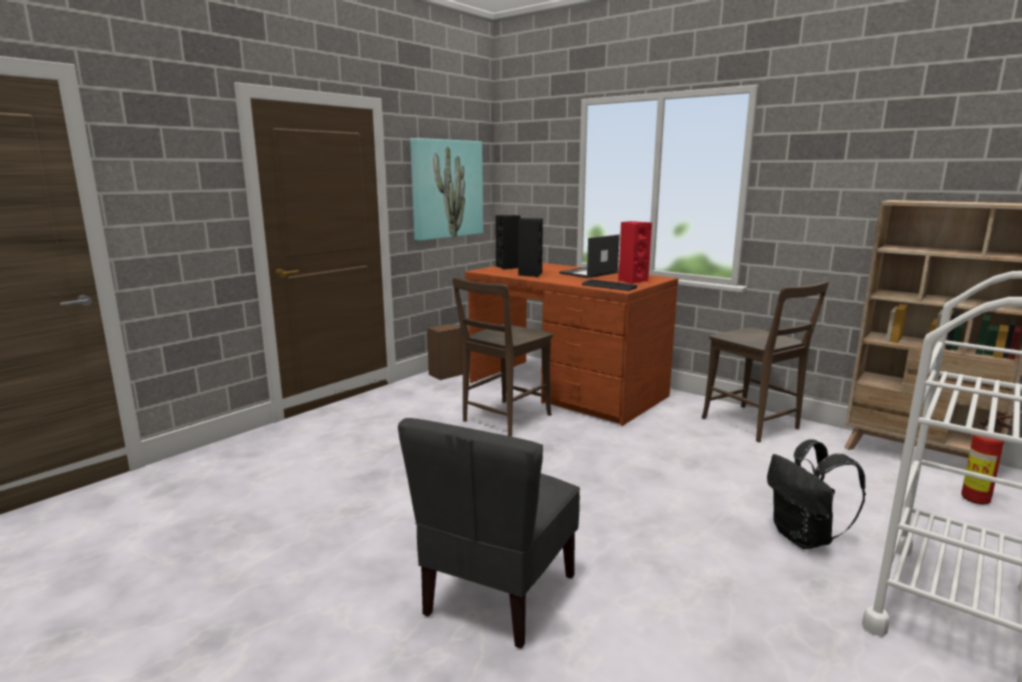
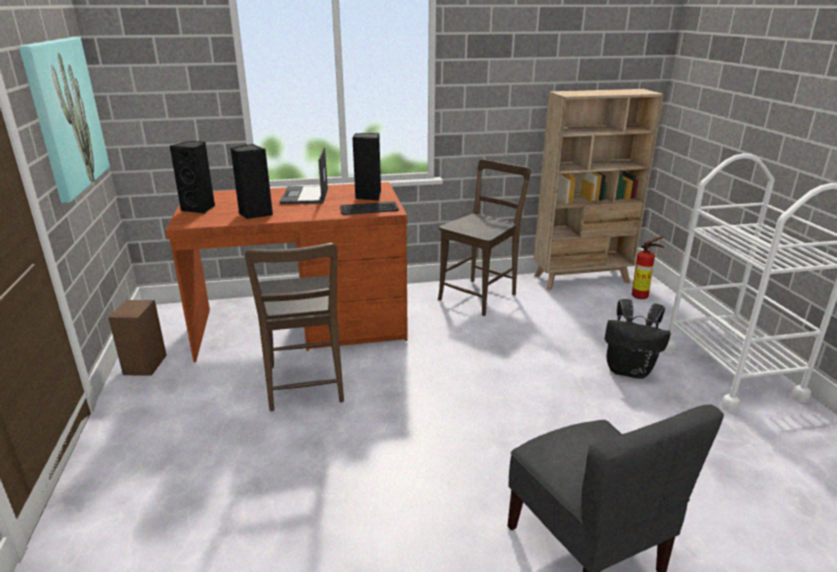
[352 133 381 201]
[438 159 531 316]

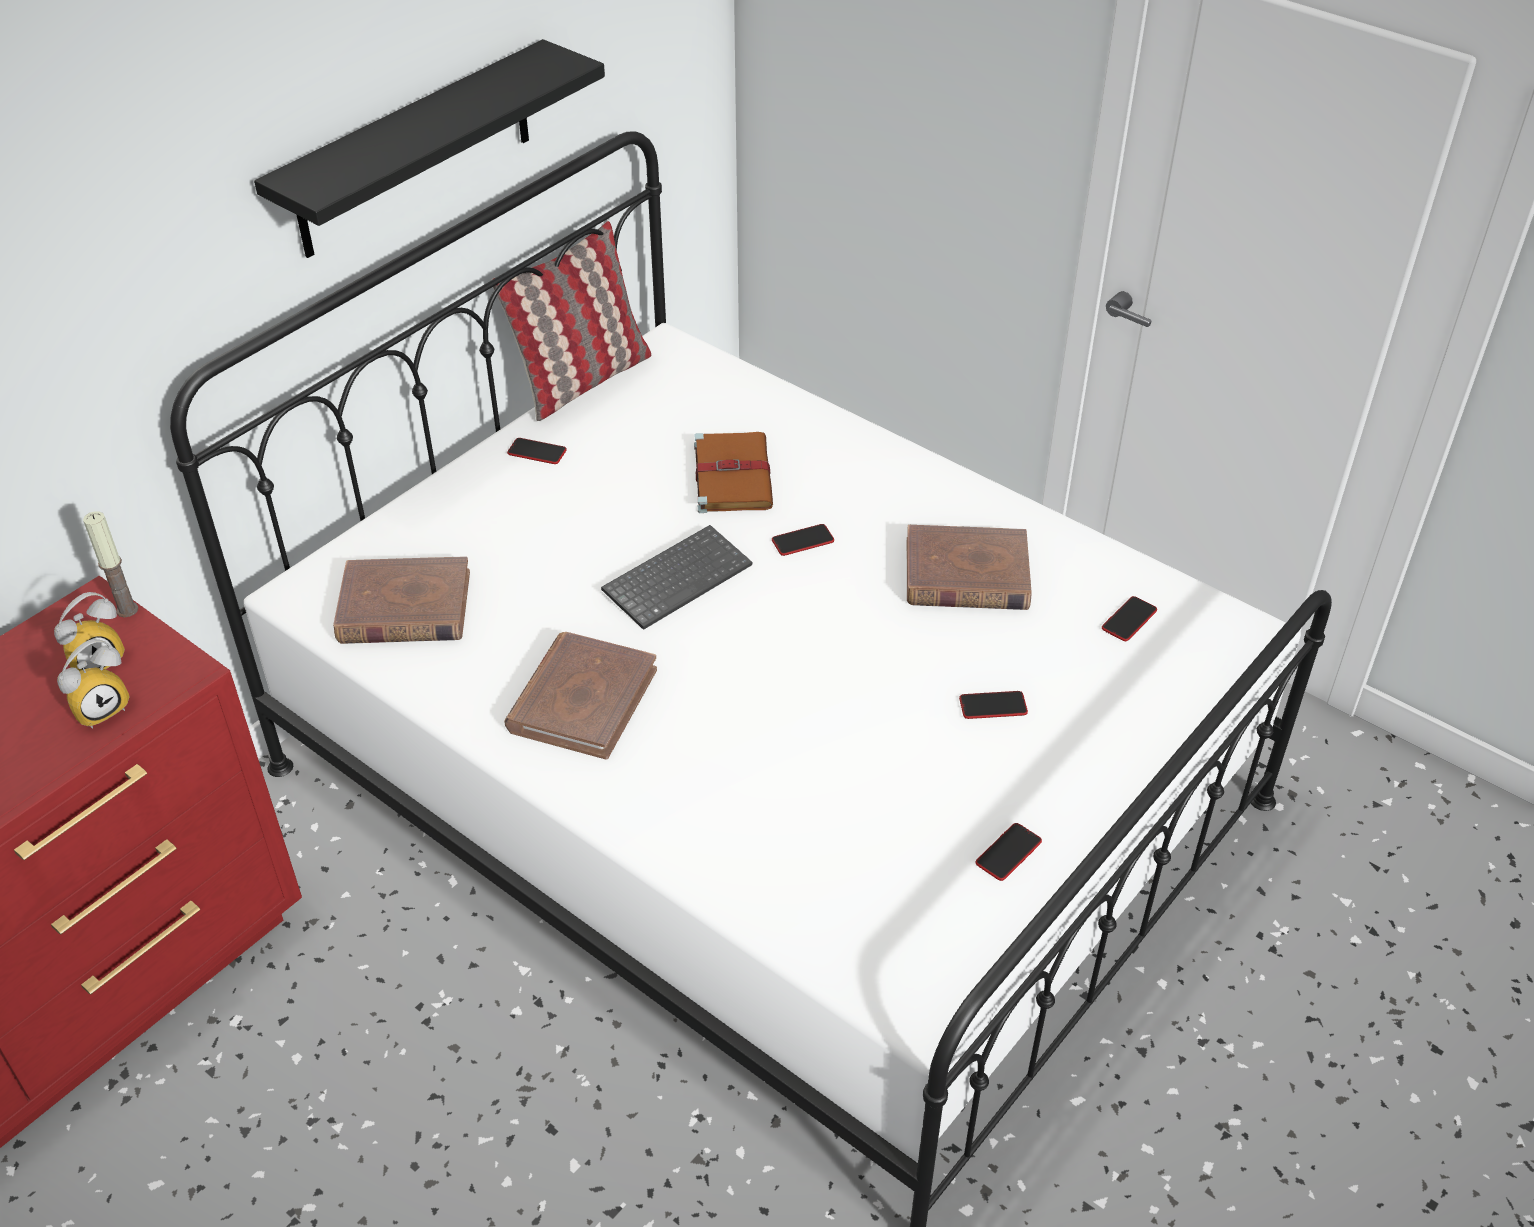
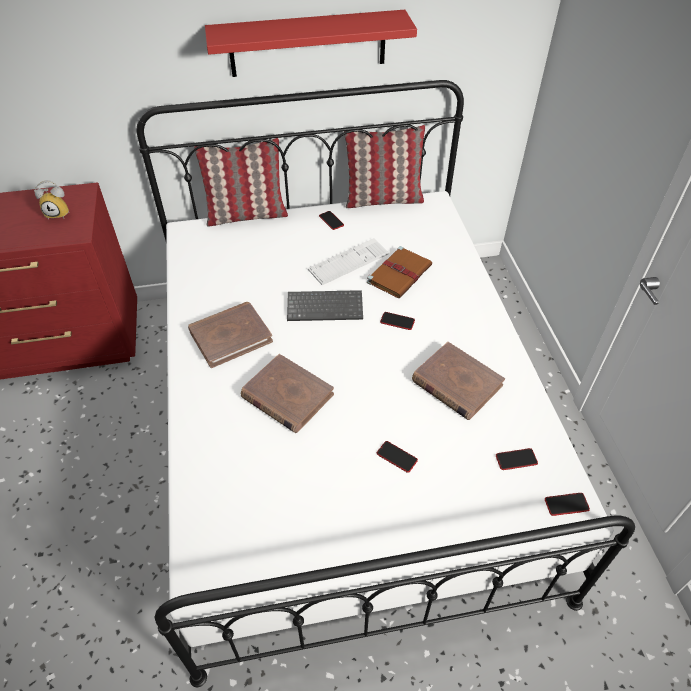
[194 138 288 227]
[205 10 417 77]
[241 354 334 433]
[308 238 389 285]
[545 493 590 516]
[57 639 130 729] (first image)
[83 511 138 617] (first image)

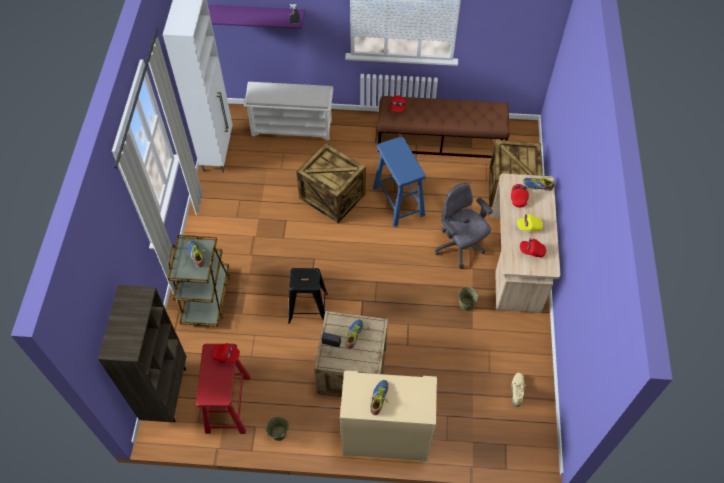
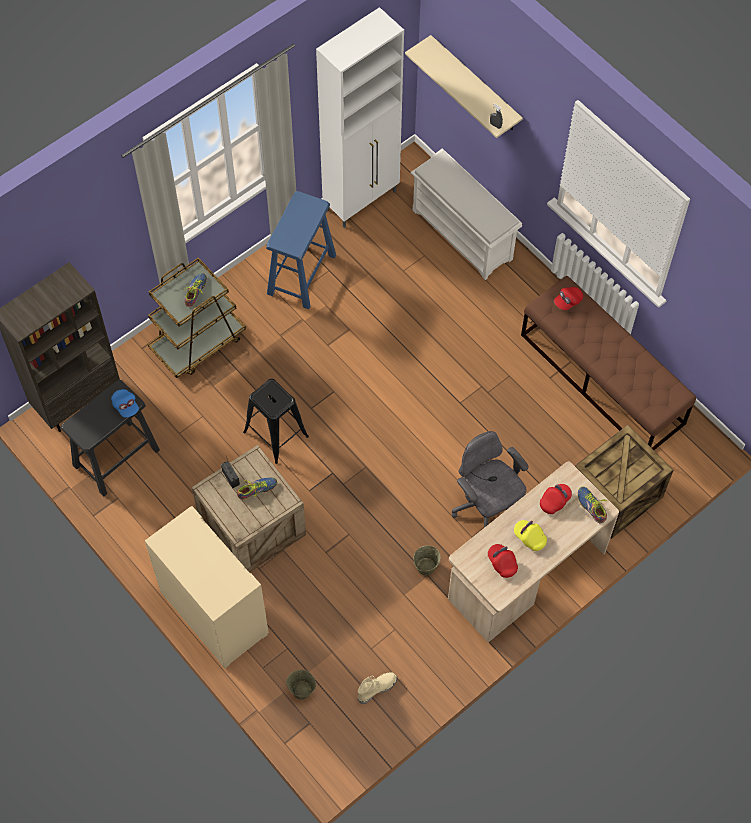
[60 380 160 496]
[111 389 139 417]
[266 191 336 309]
[286 669 316 700]
[405 35 523 138]
[451 431 529 528]
[296 143 366 223] (first image)
[370 380 388 415] (first image)

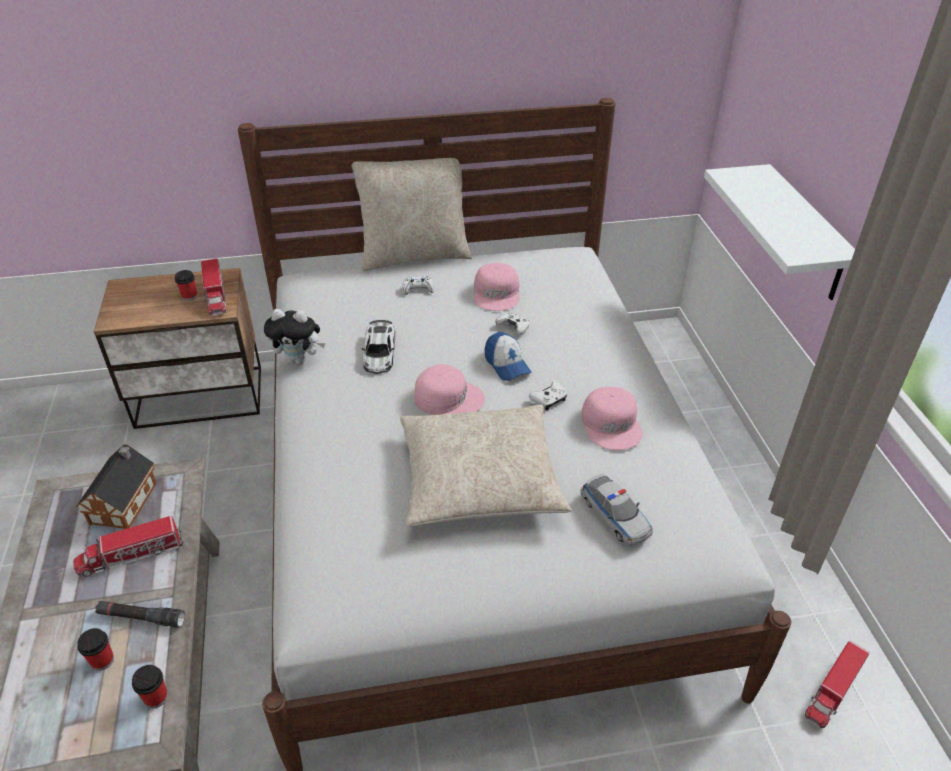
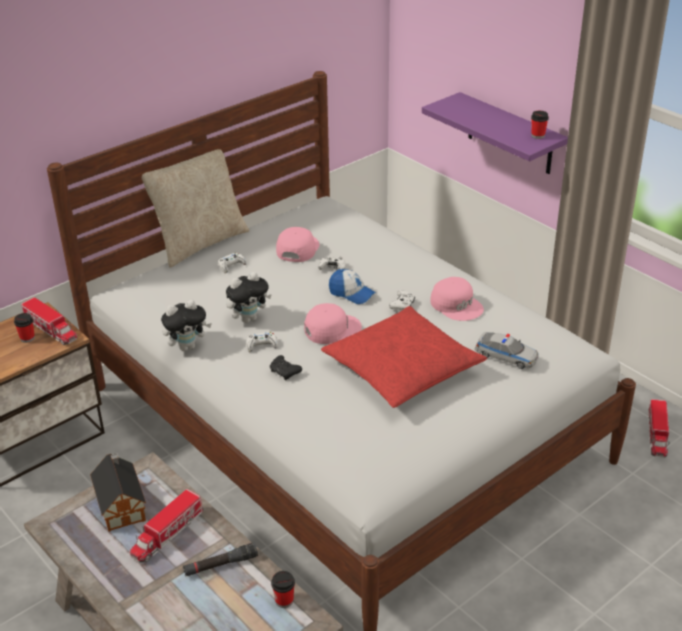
[226 272 272 323]
[247 332 278 352]
[269 355 302 380]
[276 227 320 262]
[321 306 487 408]
[422 92 568 174]
[531 111 549 139]

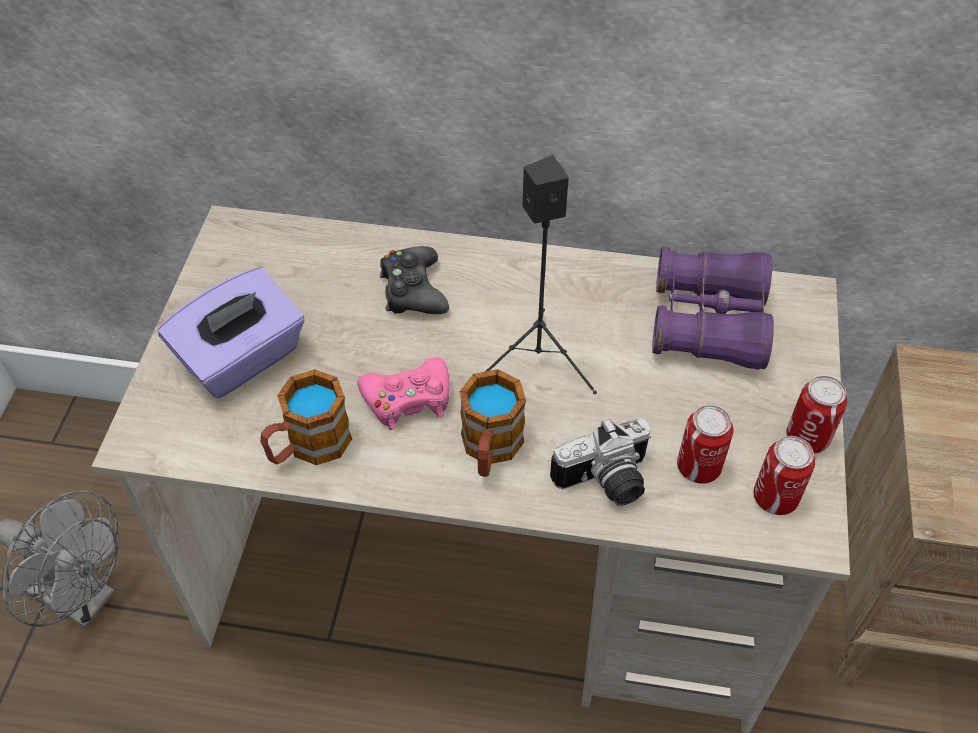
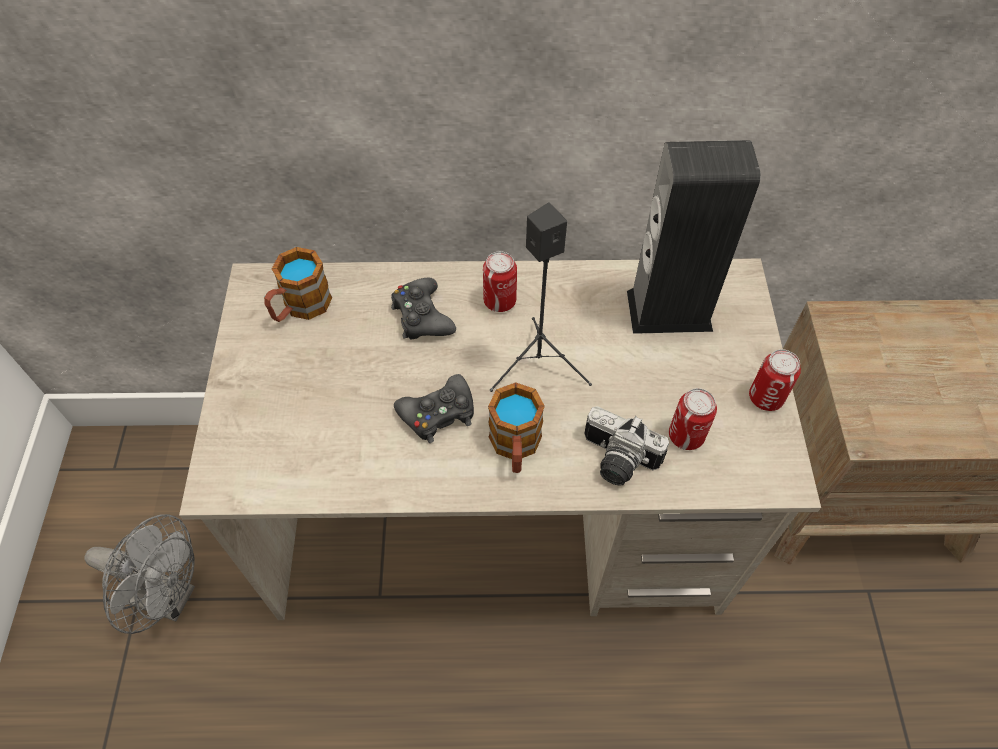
[264 247 332 322]
[394 374 474 443]
[483 251 517 312]
[584 406 669 486]
[627 140 761 334]
[158 268 305 398] (first image)

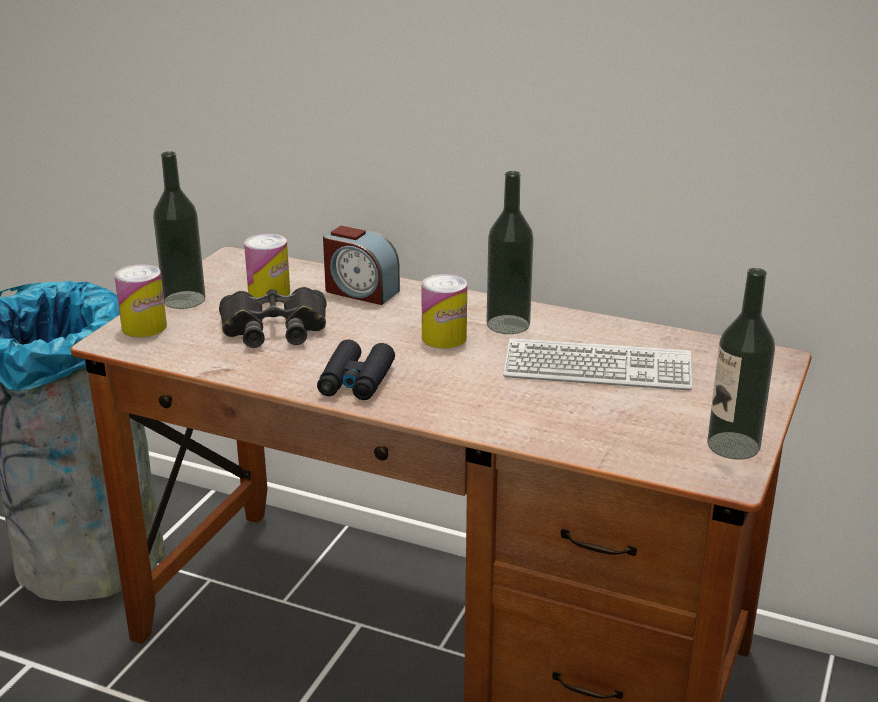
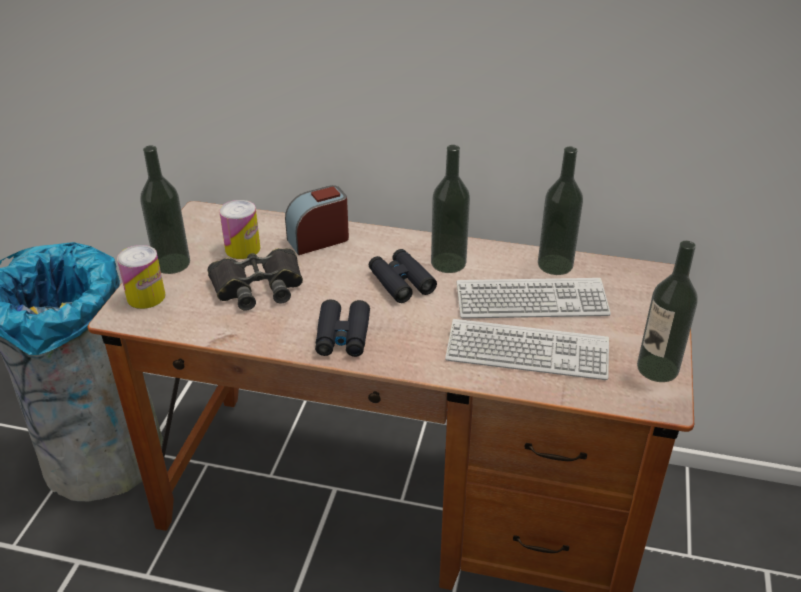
[285 185 349 255]
[369 249 437 303]
[445 319 609 380]
[538 146 583 275]

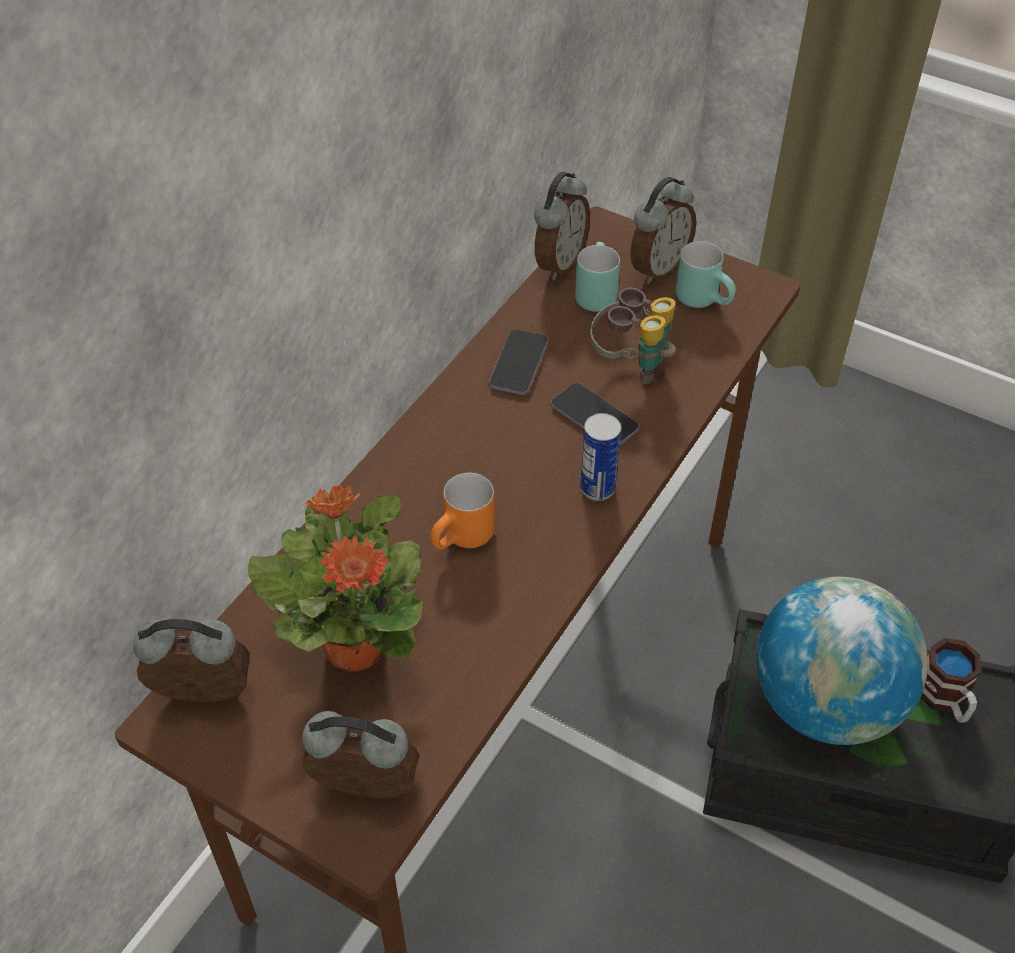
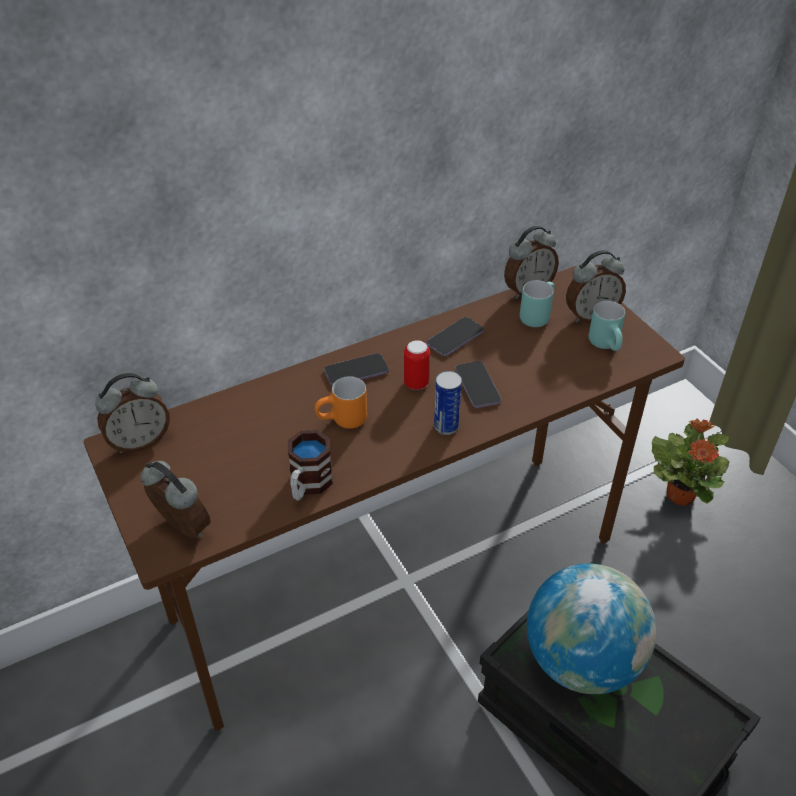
[95 373 170 453]
[288 430 333 501]
[324 353 389 386]
[404 340 430 390]
[652 418 730 506]
[590 288 675 384] (first image)

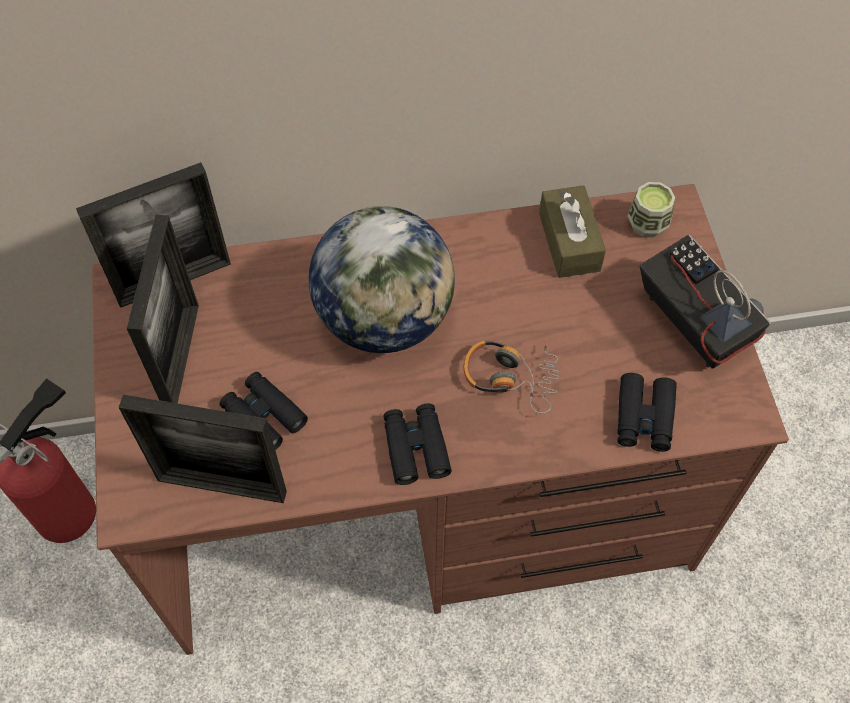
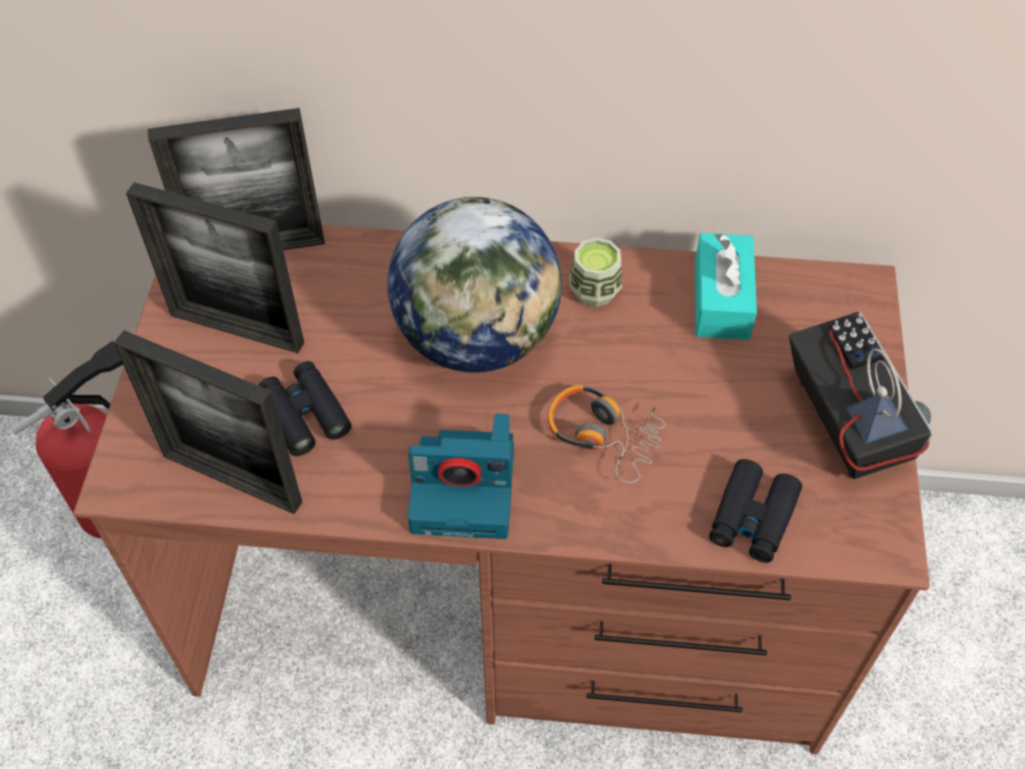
[126 182 304 353]
[408 414 514 539]
[570 238 622 307]
[695 233 757 340]

